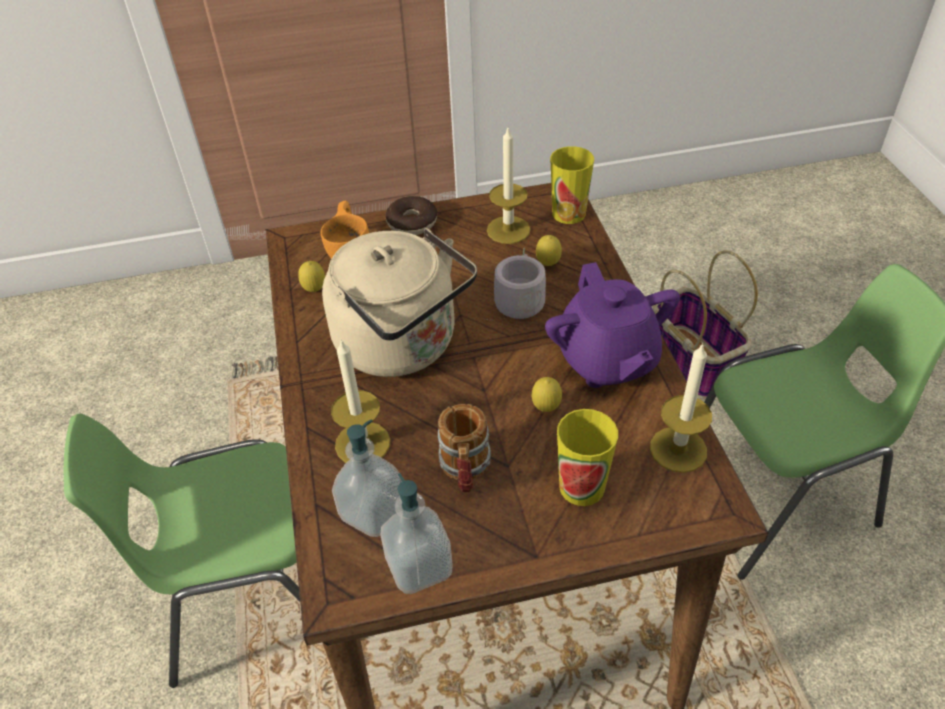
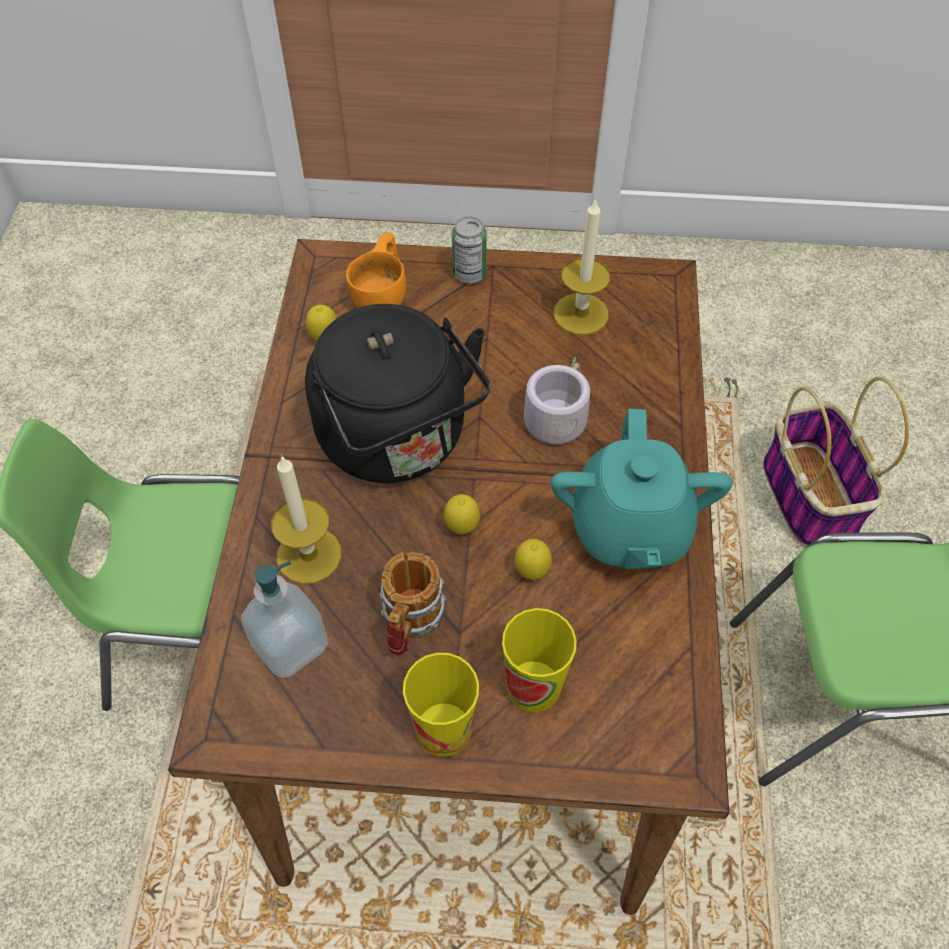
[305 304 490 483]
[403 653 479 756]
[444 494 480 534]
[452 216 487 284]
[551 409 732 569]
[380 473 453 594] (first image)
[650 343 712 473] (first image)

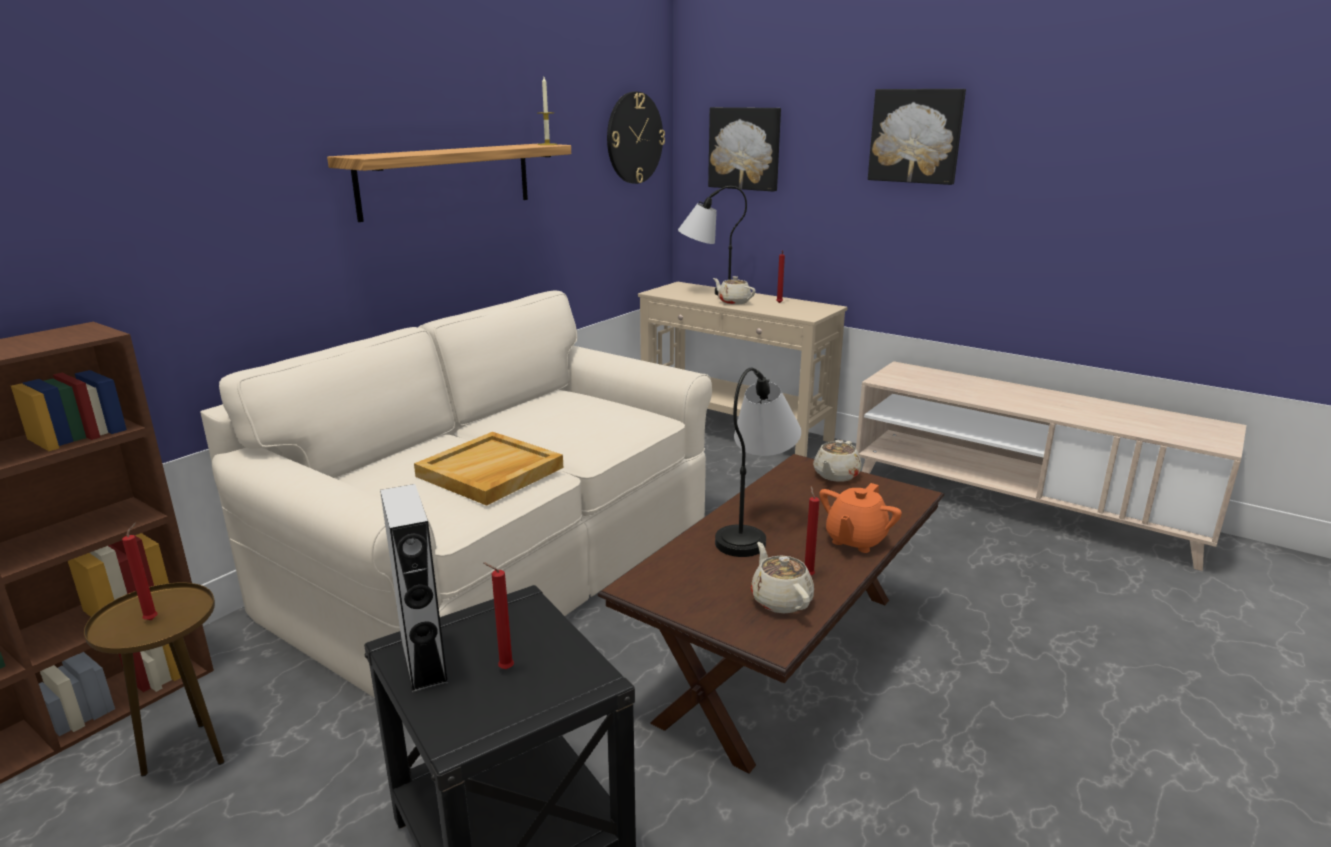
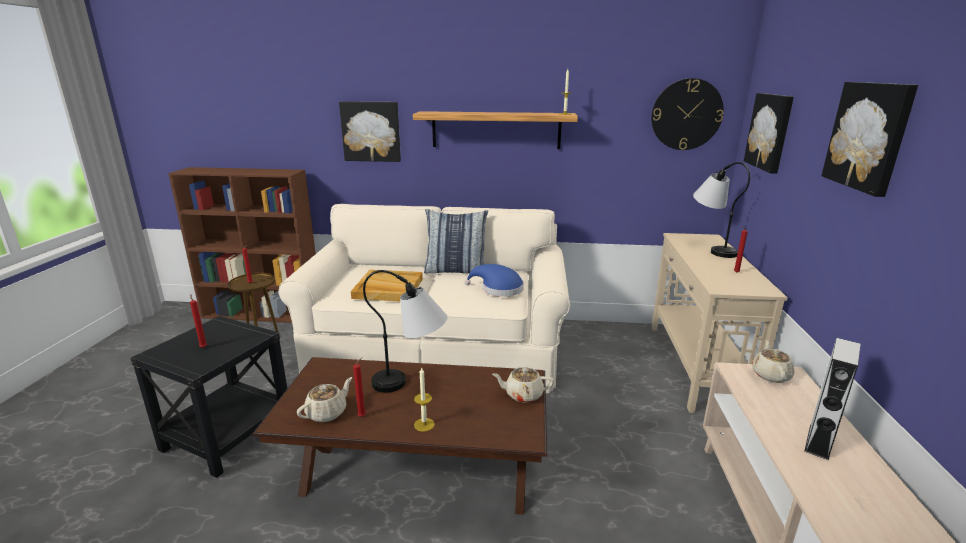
[339 101 401 162]
[414 367 435 432]
[424 209 488 274]
[465 264 524 297]
[752 340 794 383]
[804 338 860 460]

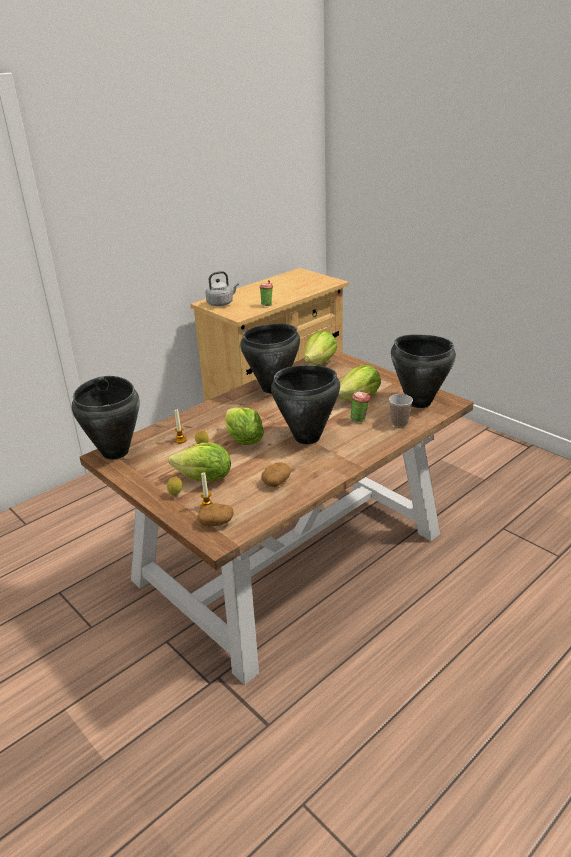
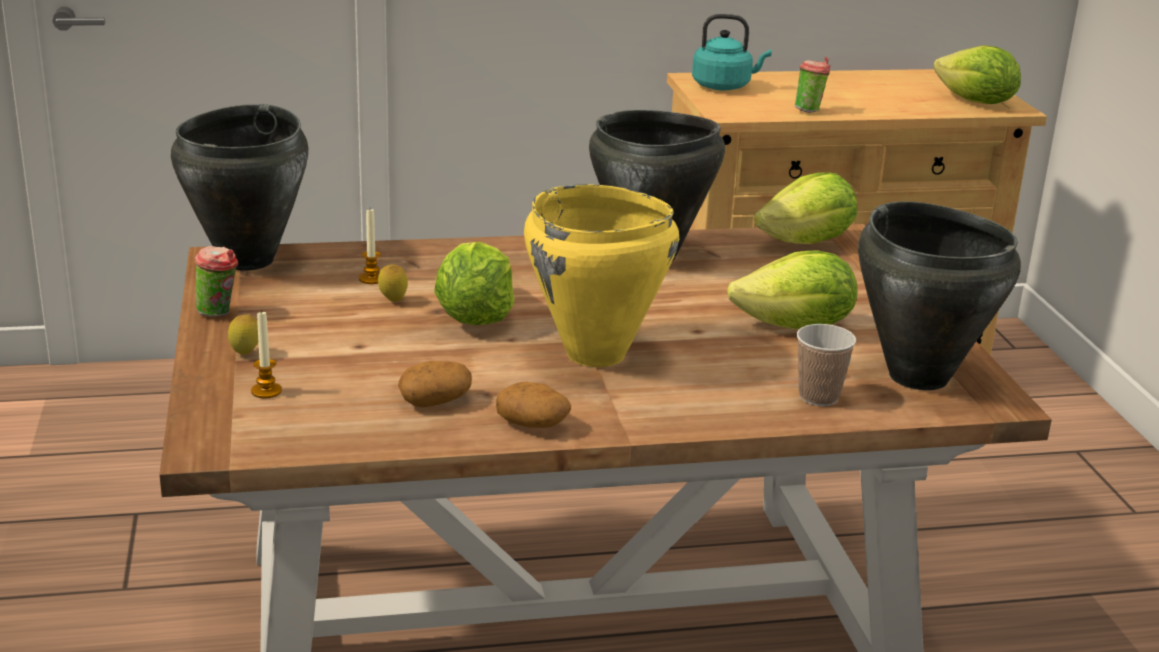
[195 246 238 317]
[496 382 571 428]
[524 184 679 367]
[692 14 772 90]
[933 45 1021 104]

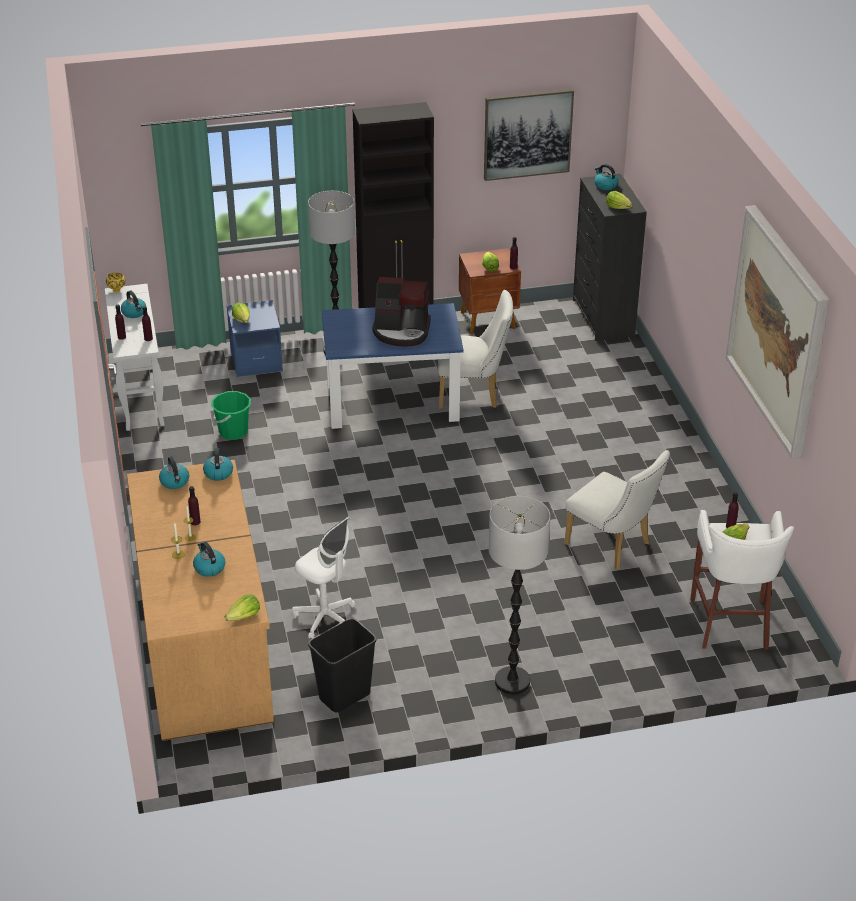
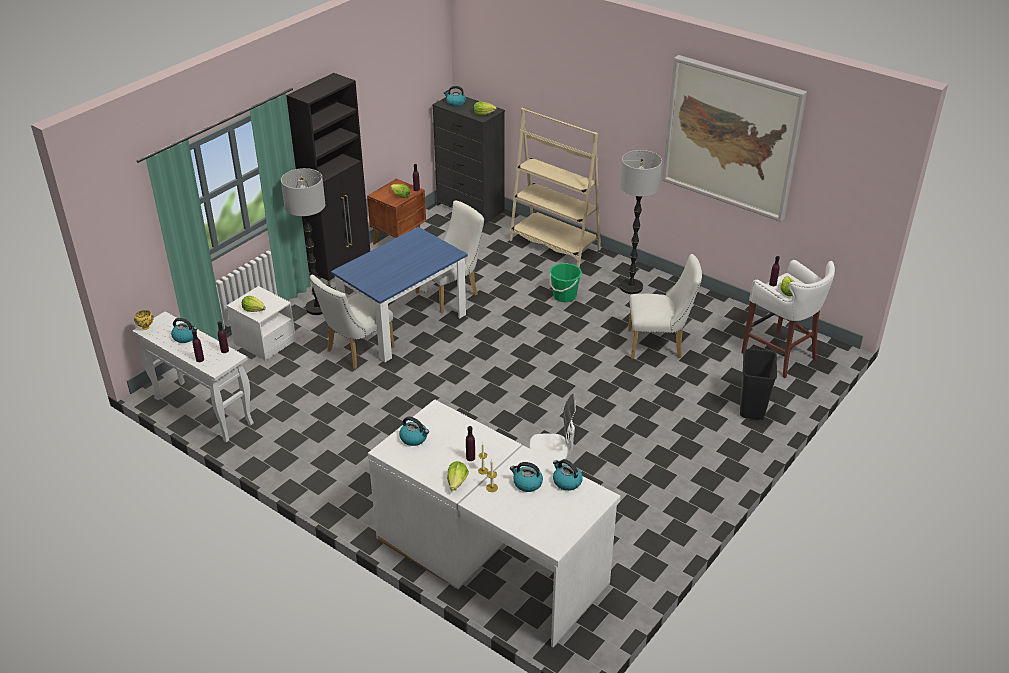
[226 286 296 361]
[310 275 395 369]
[368 399 621 648]
[447 461 469 491]
[509 107 601 268]
[549 263 582 302]
[553 459 583 491]
[620 150 662 294]
[740 349 777 420]
[373 277 431 347] (first image)
[484 89 574 181] (first image)

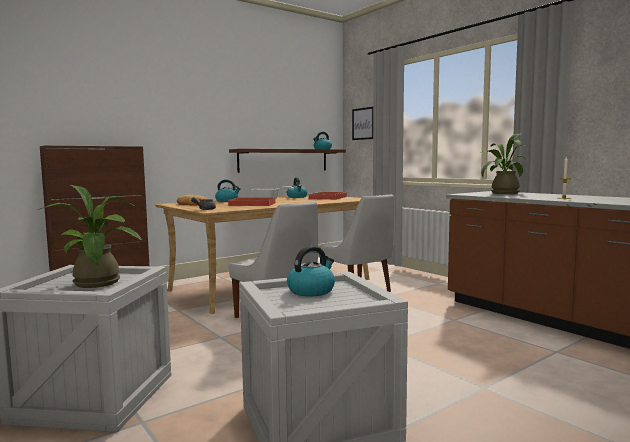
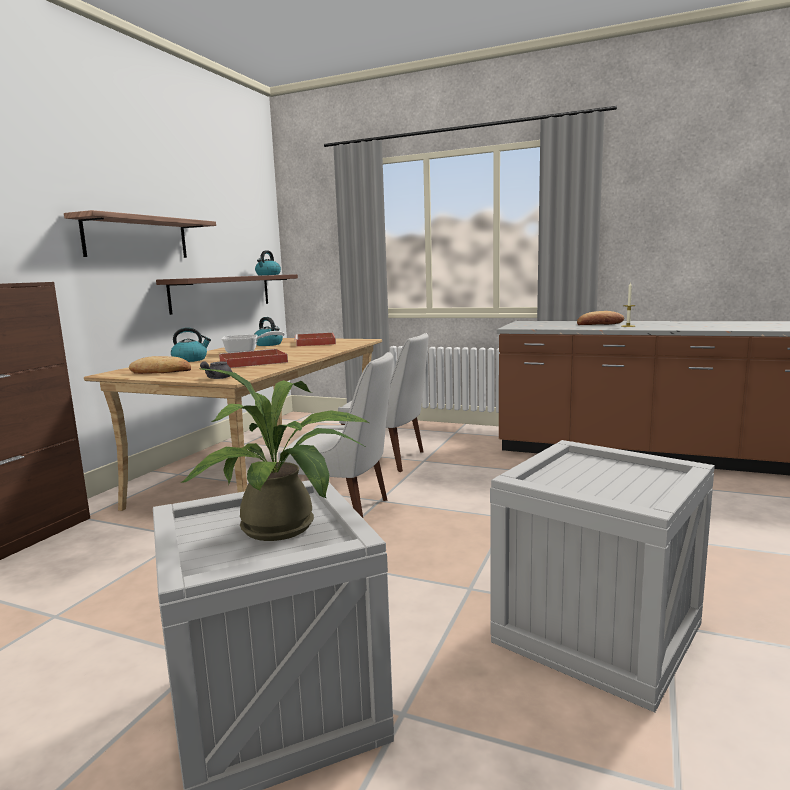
[64 210 216 258]
[577 311 624 325]
[287 246 335 297] (first image)
[352 107 373 140] (first image)
[481 133 530 194] (first image)

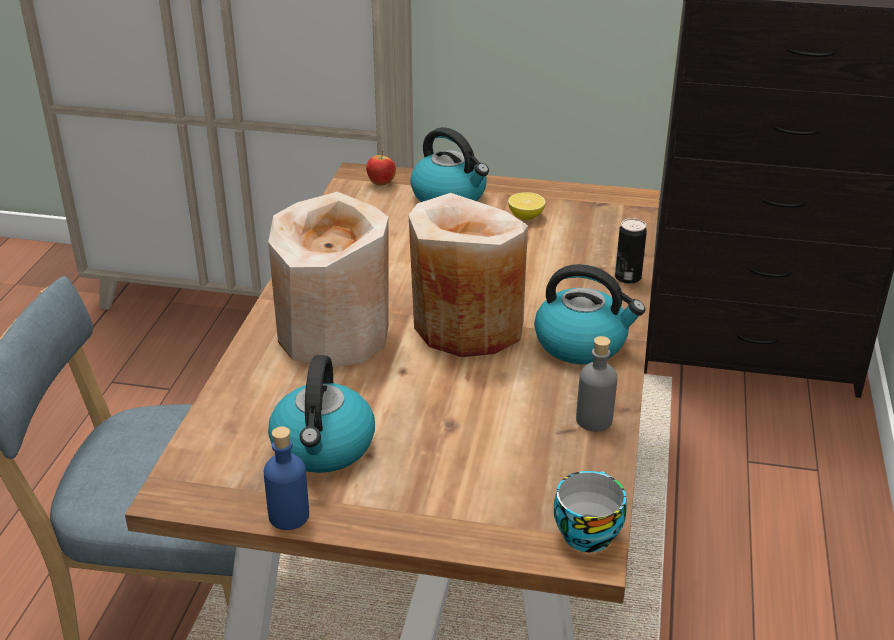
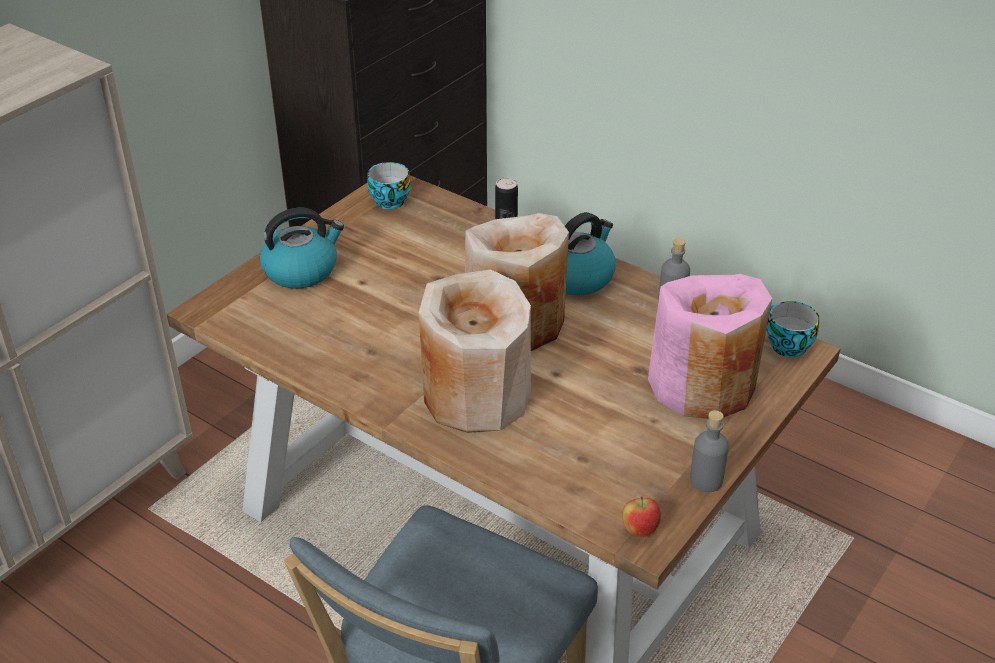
[367 162 411 209]
[622 496 661 537]
[648 274 772 419]
[690 410 729 492]
[268 355 375 473] (first image)
[508 192 546 220] (first image)

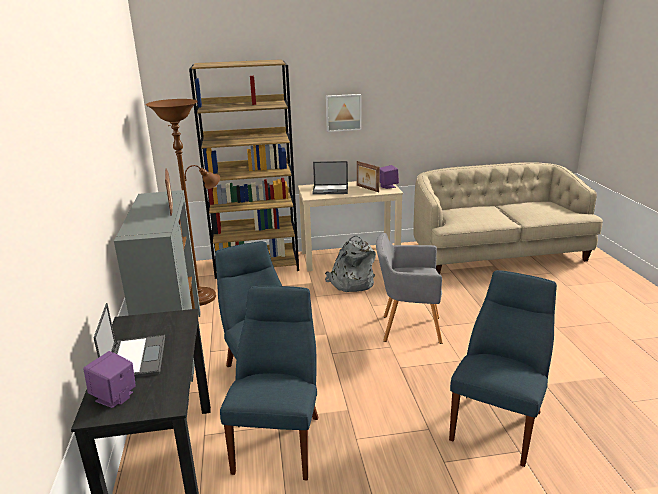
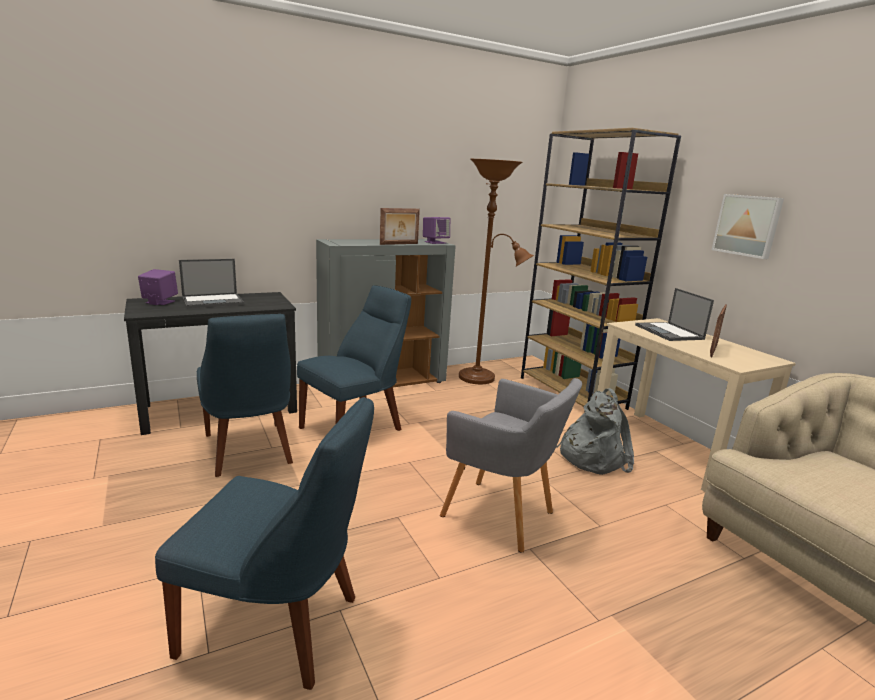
[197 314 293 477]
[423 217 450 244]
[440 378 582 553]

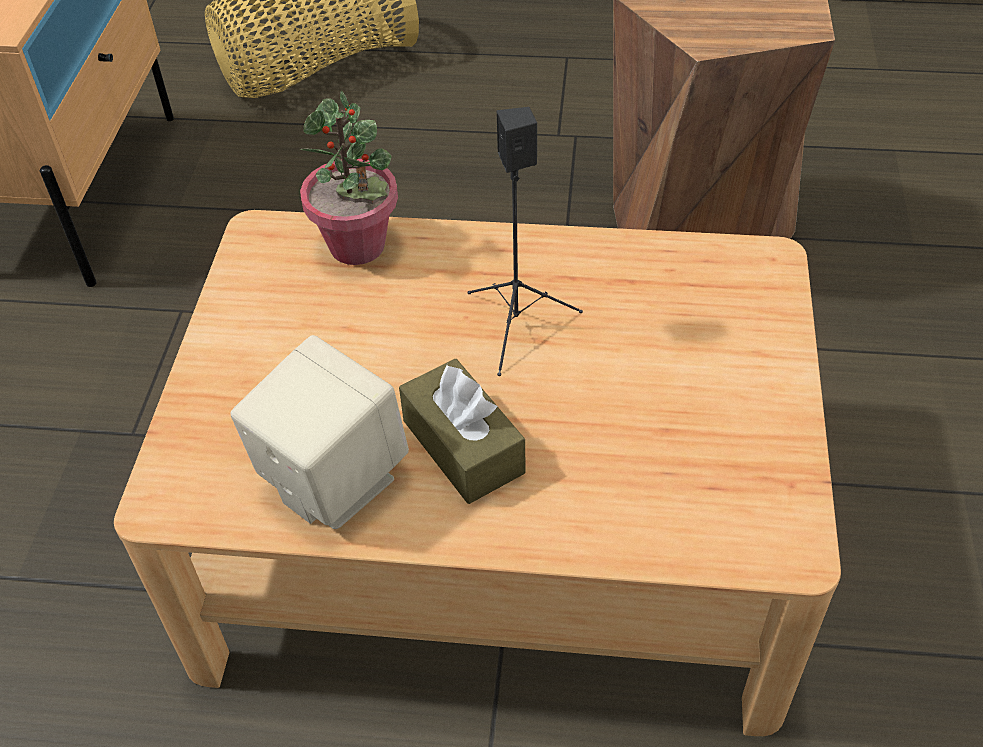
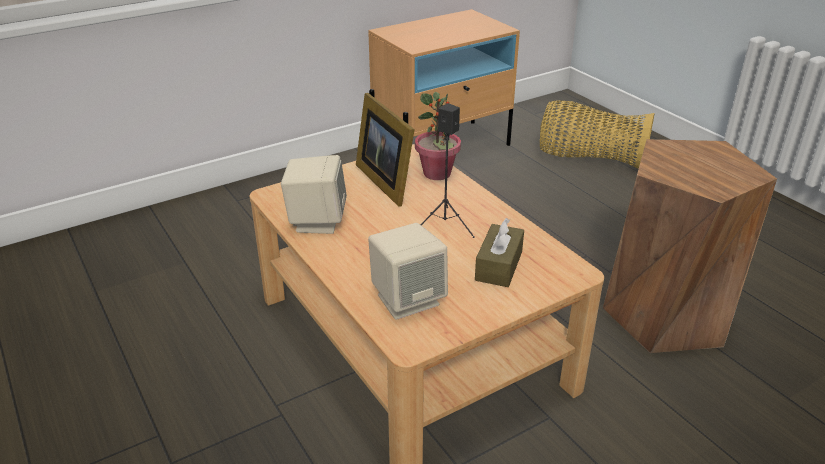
[356 93 415 207]
[368 223 448 320]
[475 218 524 287]

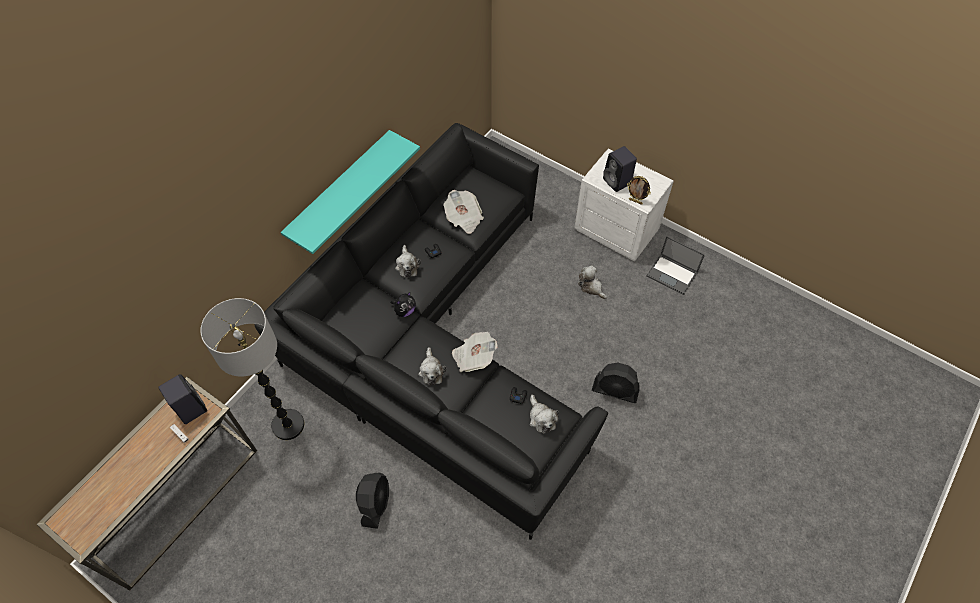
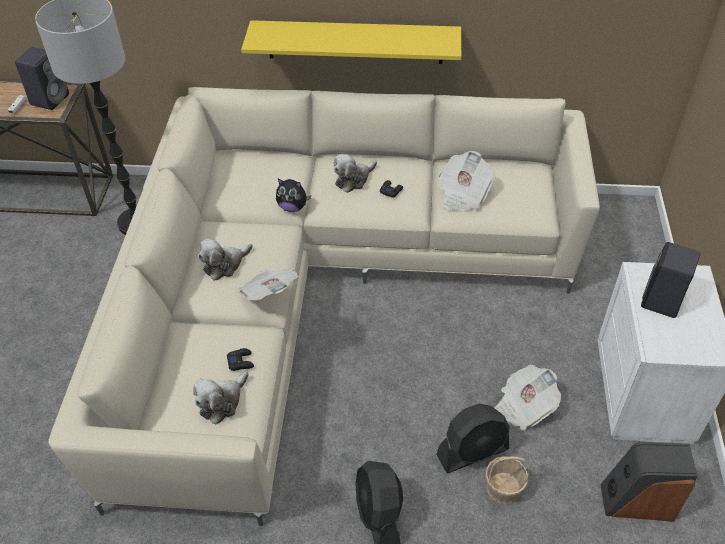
[48 87 600 526]
[241 20 461 64]
[436 403 509 473]
[485 456 530 504]
[495 365 561 431]
[600 442 698 522]
[627 176 651 205] (first image)

